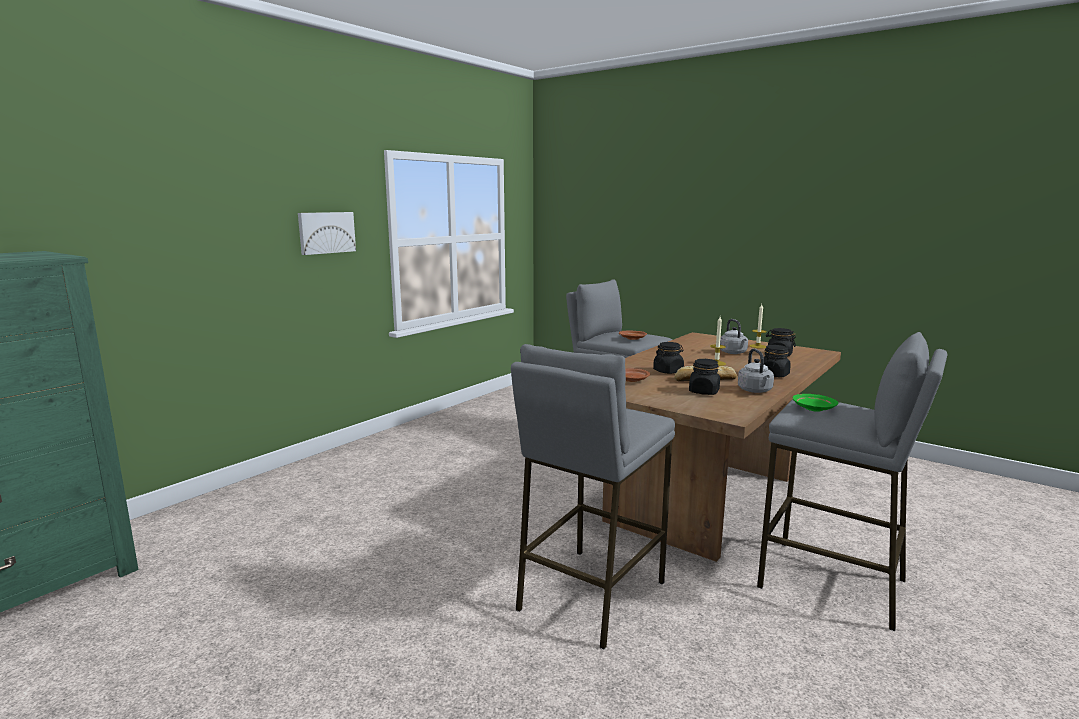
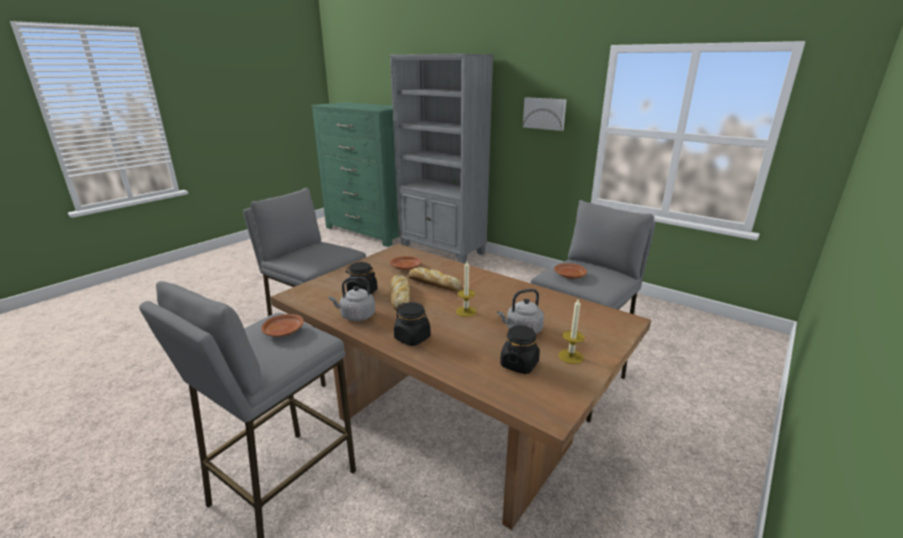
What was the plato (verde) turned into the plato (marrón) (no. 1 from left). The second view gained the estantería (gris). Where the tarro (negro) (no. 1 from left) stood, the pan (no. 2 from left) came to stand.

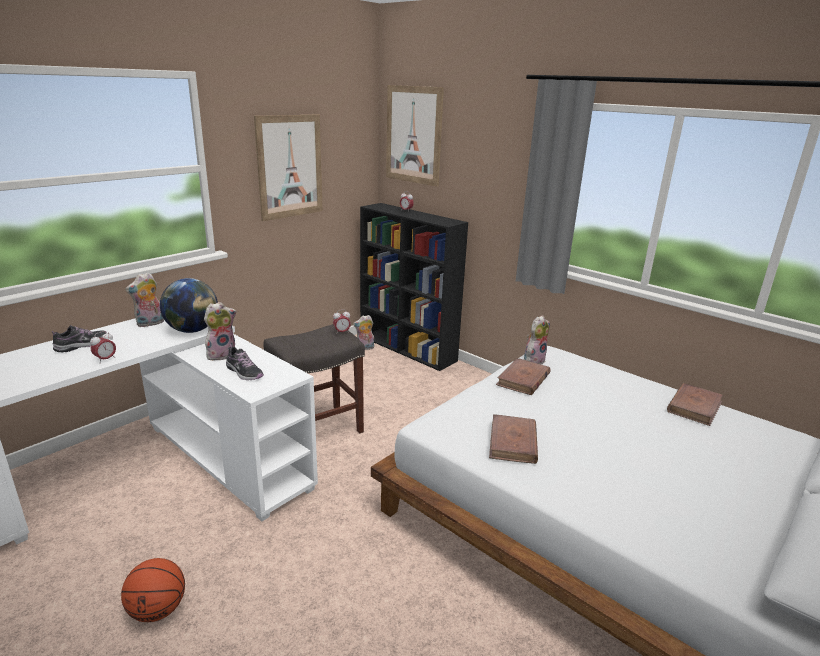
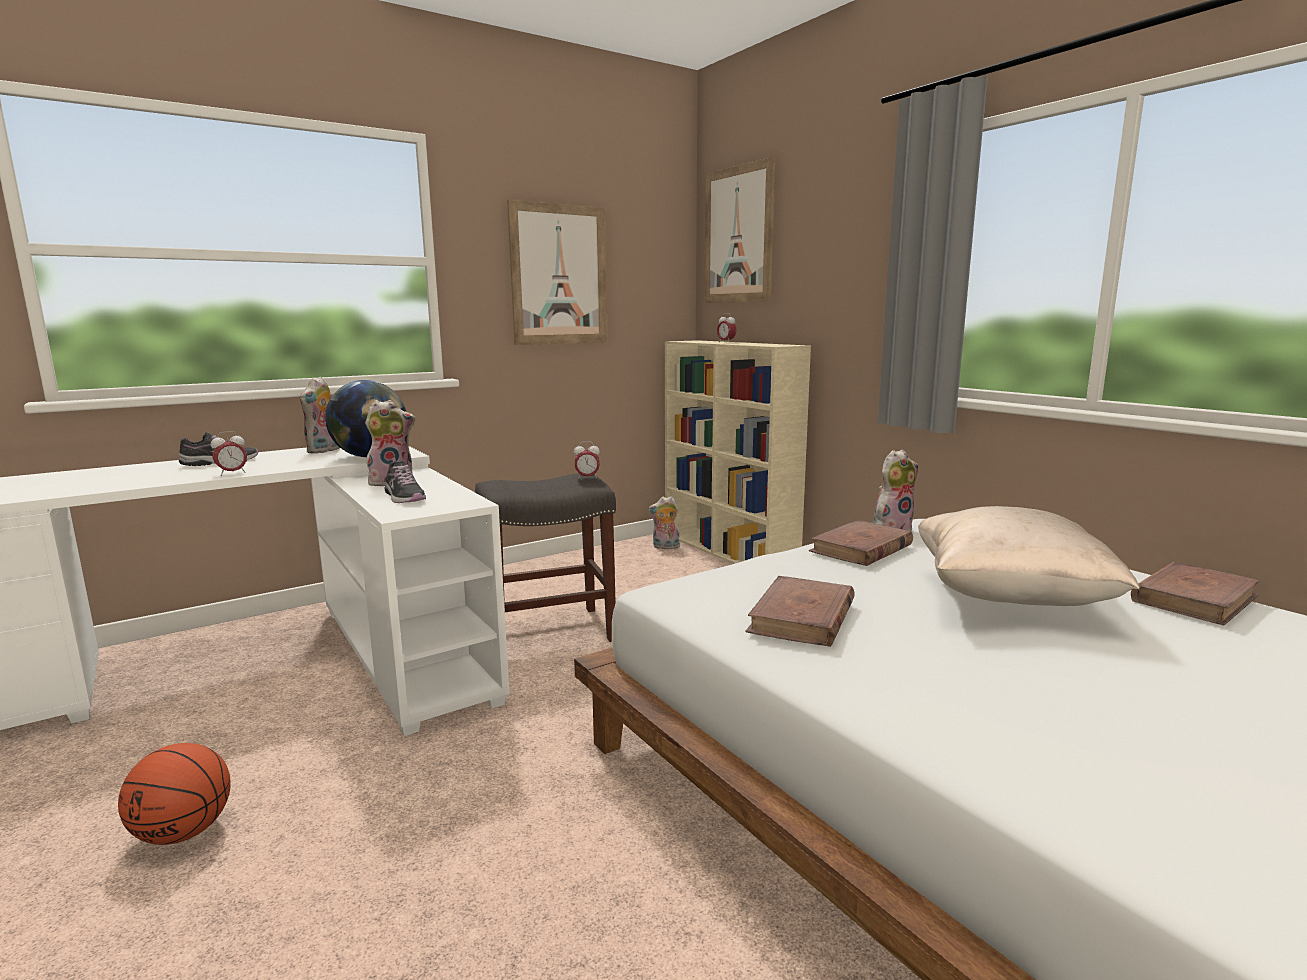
The peluche (no. 1 from left) ended up facing another way, 45 degrees counterclockwise from before. What was the estantería (negro) turned into the estantería (beis). The second view gained the cojín (beis).

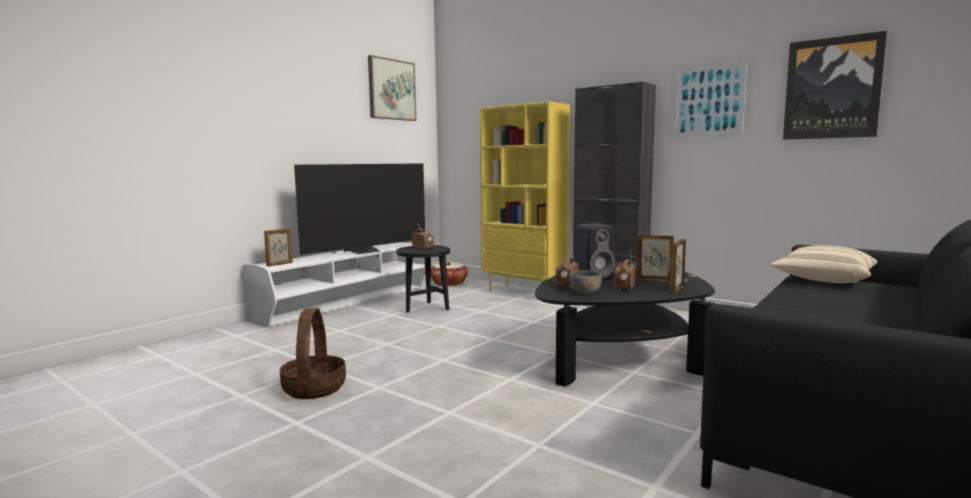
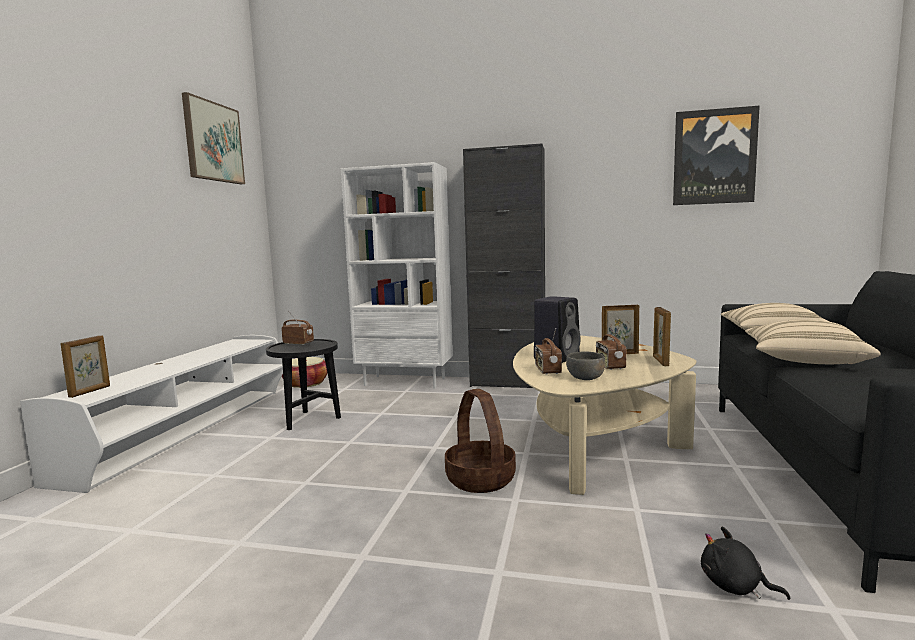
What was the estantería (amarillo) turned into the estantería (blanco). The cesta (no. 1 from left in the first image) ended up elsewhere. What was the mesa de centro (negro) turned into the mesa de centro (beis). The second view gained the peluche (negro). The second view gained the cojín (beis) (no. 2 from left). The second view lost the televisor. The second view lost the cuadro (no. 2 from left).

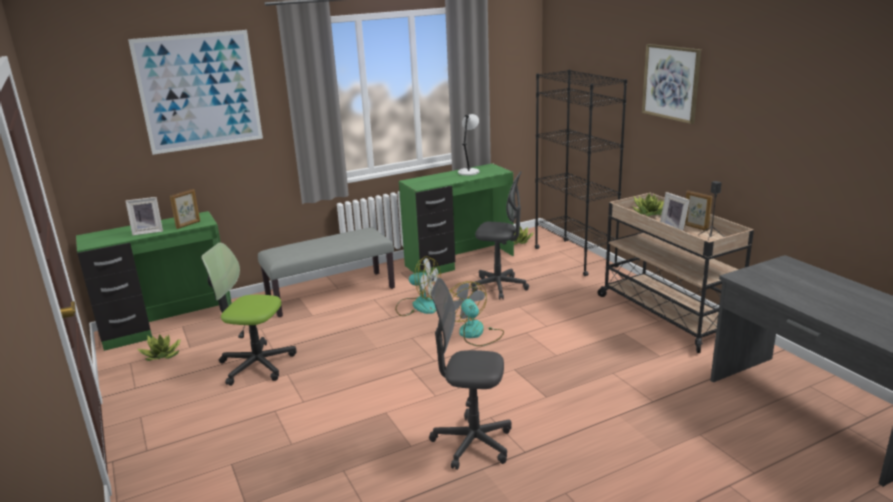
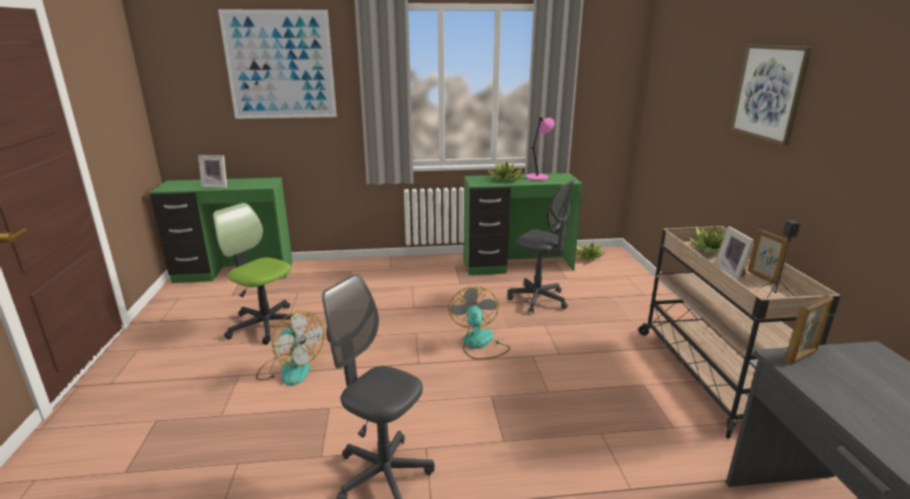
The ventilador (no. 1 from left) ended up elsewhere. The planta en maceta (no. 1 from left) ended up elsewhere. What was the lámpara de mesa (gris) turned into the lámpara de mesa (rosa). The portarretratos (no. 2 from left in the first image) ended up elsewhere. The second view lost the banco (gris). The second view lost the estantería (negro).

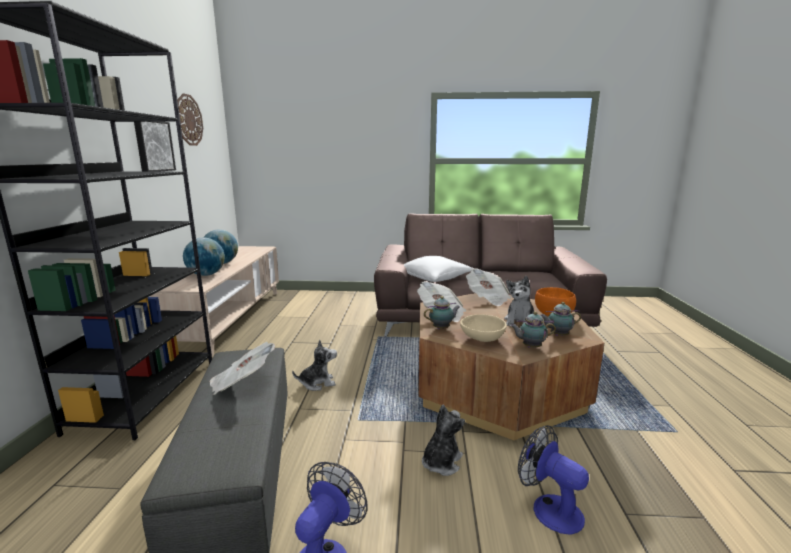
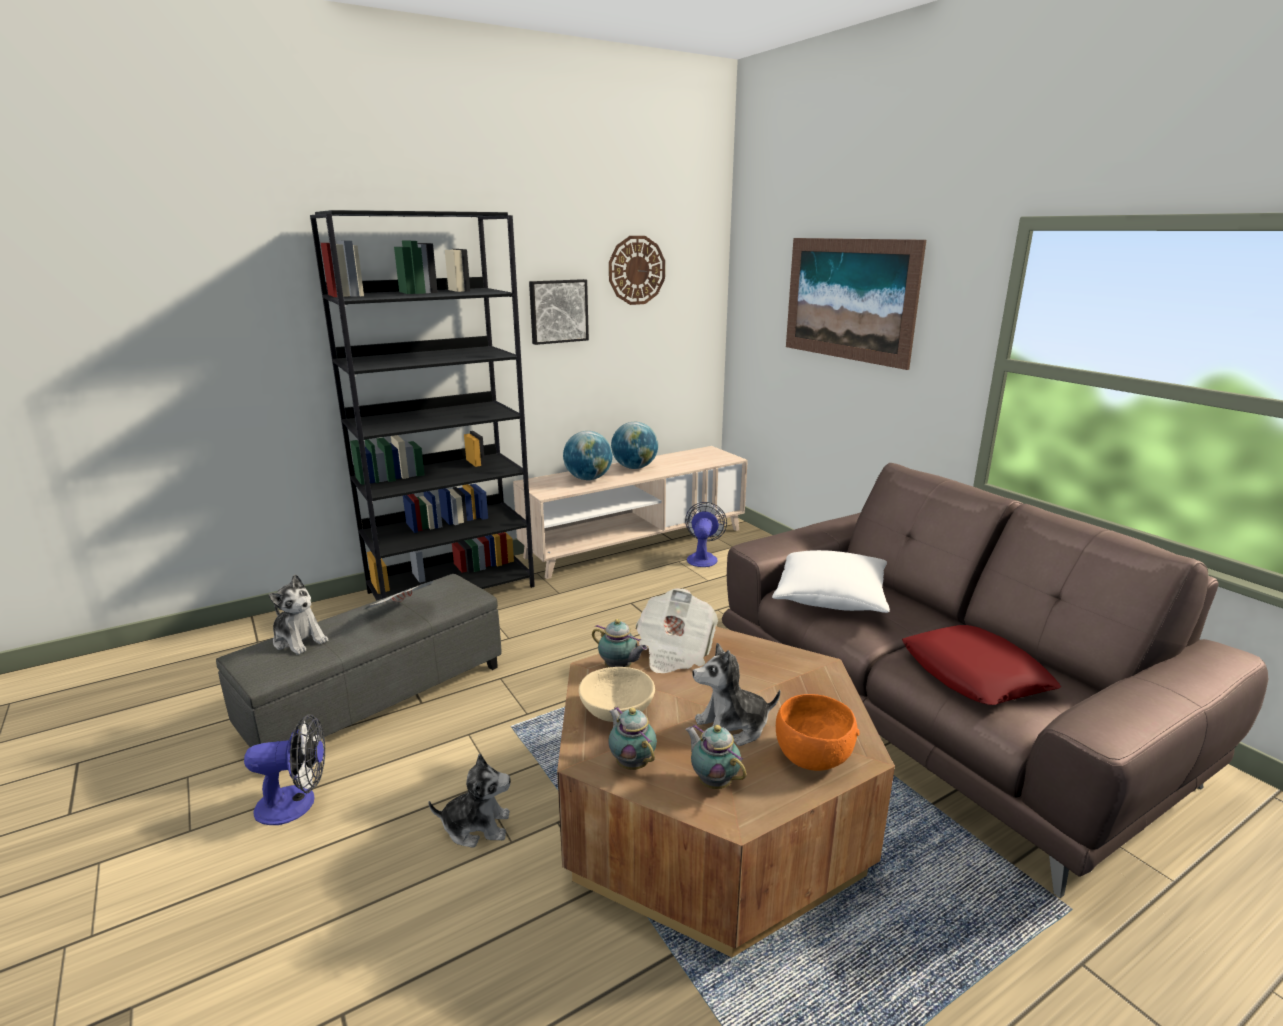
The peluche (no. 1 from left) ended up elsewhere. The ventilador (no. 2 from left) ended up elsewhere. The second view gained the cuadro (no. 2 from left). The second view gained the cojín (rojo). The second view lost the periódico (no. 3 from left).

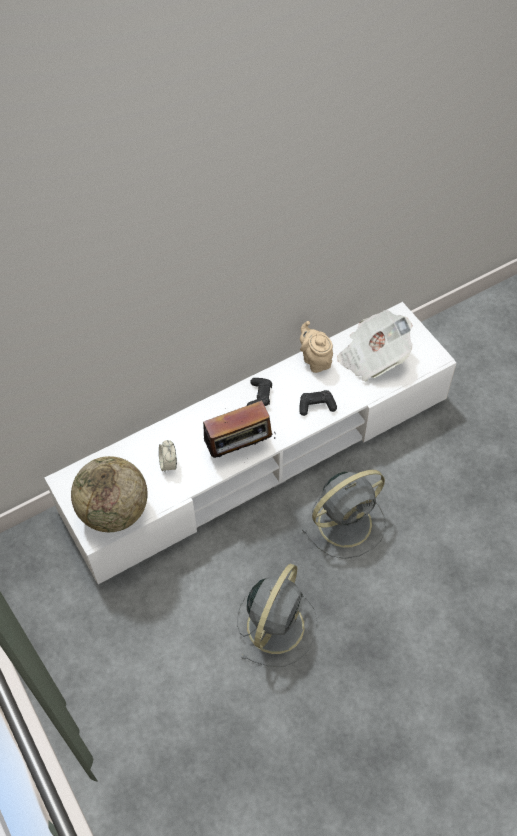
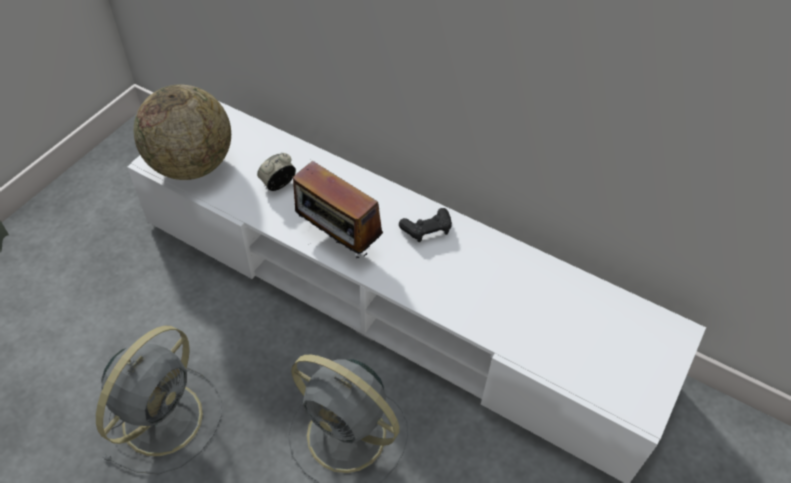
The ventilador (gris) (no. 1 from left) ended up facing another way, 60 degrees counterclockwise from before. The second view lost the mando de consola (negro) (no. 2 from left). The second view lost the tetera (beis). The second view lost the periódico.

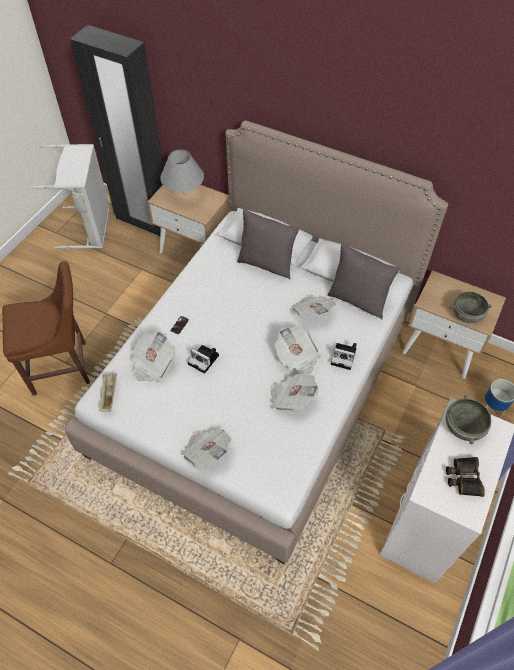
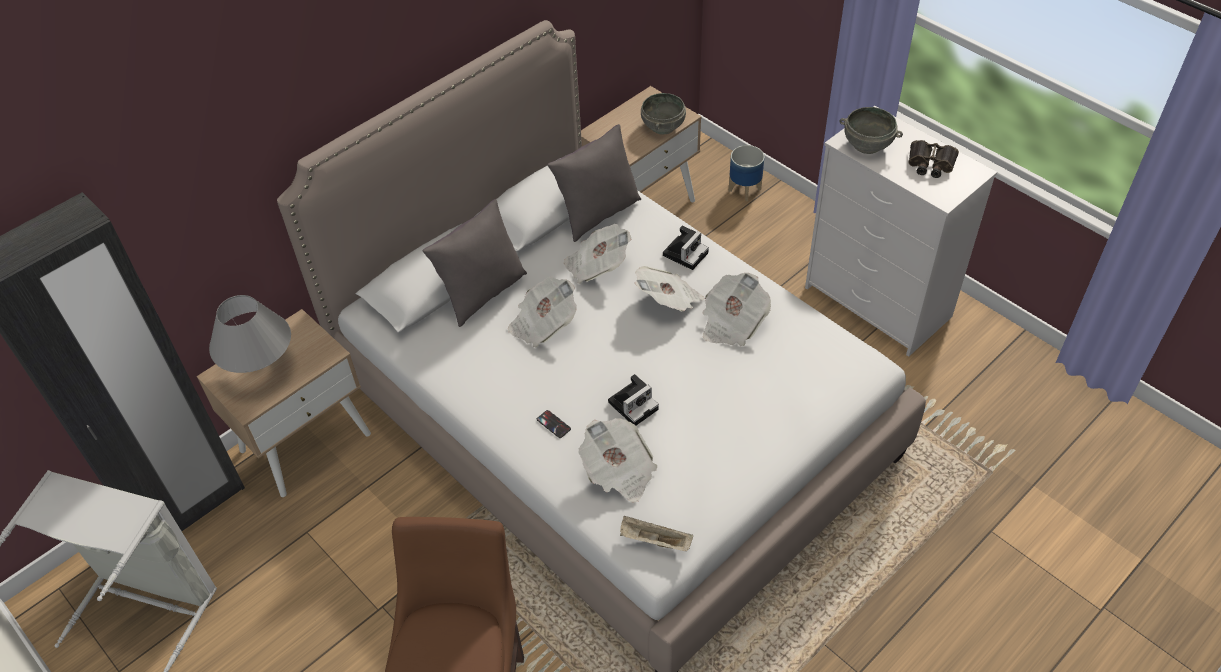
The periódico (no. 2 from left in the first image) ended up elsewhere.

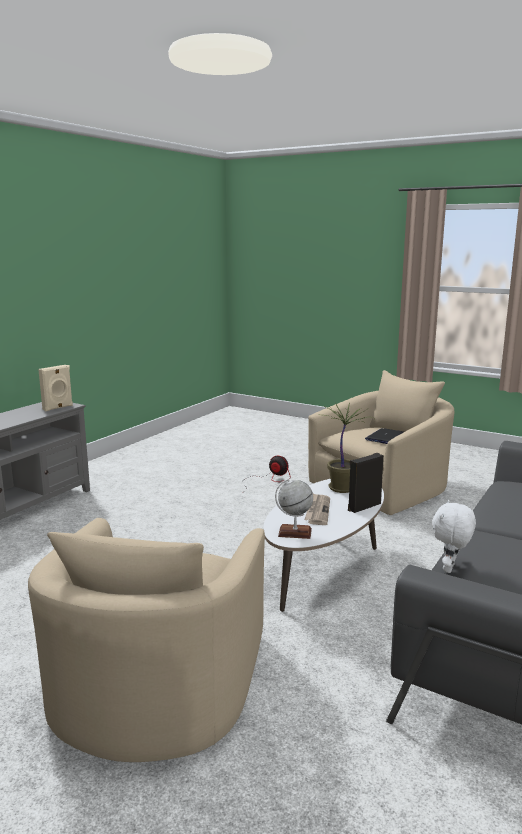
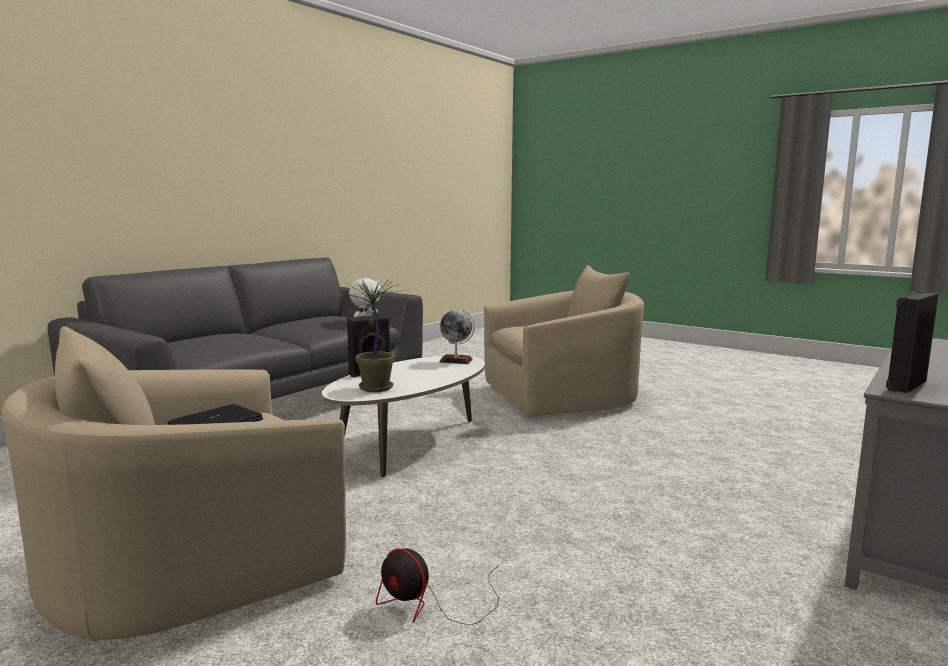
The sillón (beis) (no. 1 from left in the first image) ended up facing another way, 60 degrees clockwise from before. What was the altavoz (beis) turned into the altavoz (negro) (no. 2 from left). The second view lost the periódico.

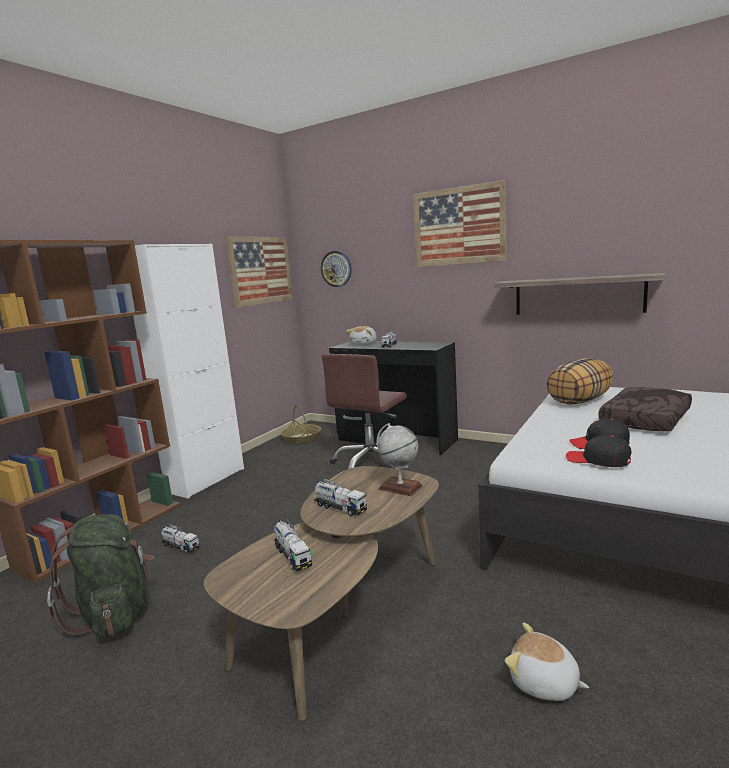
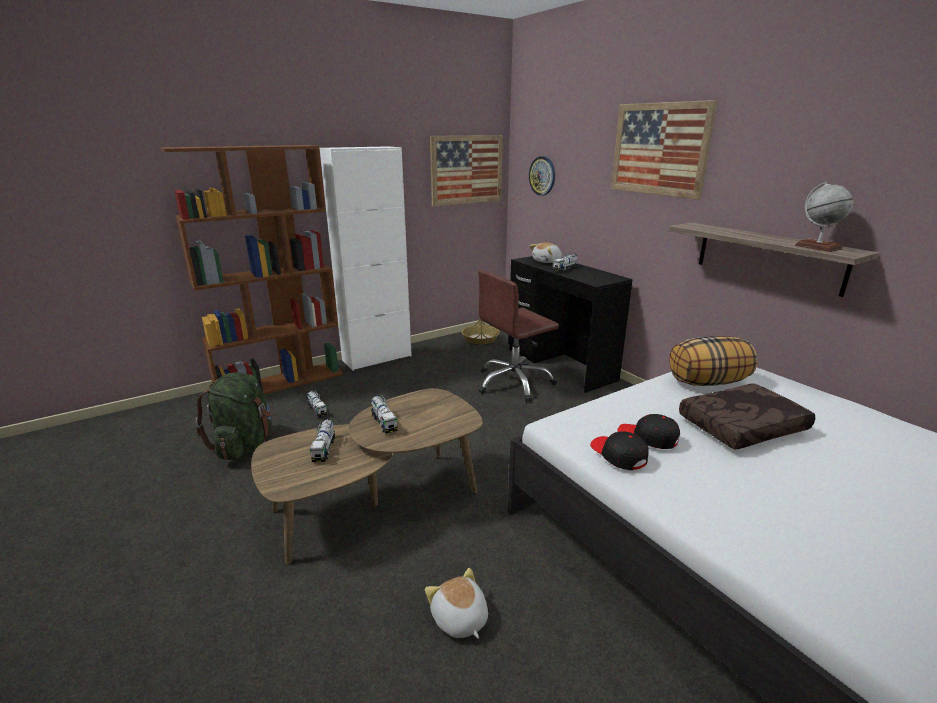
The globo terráqueo ended up elsewhere.

